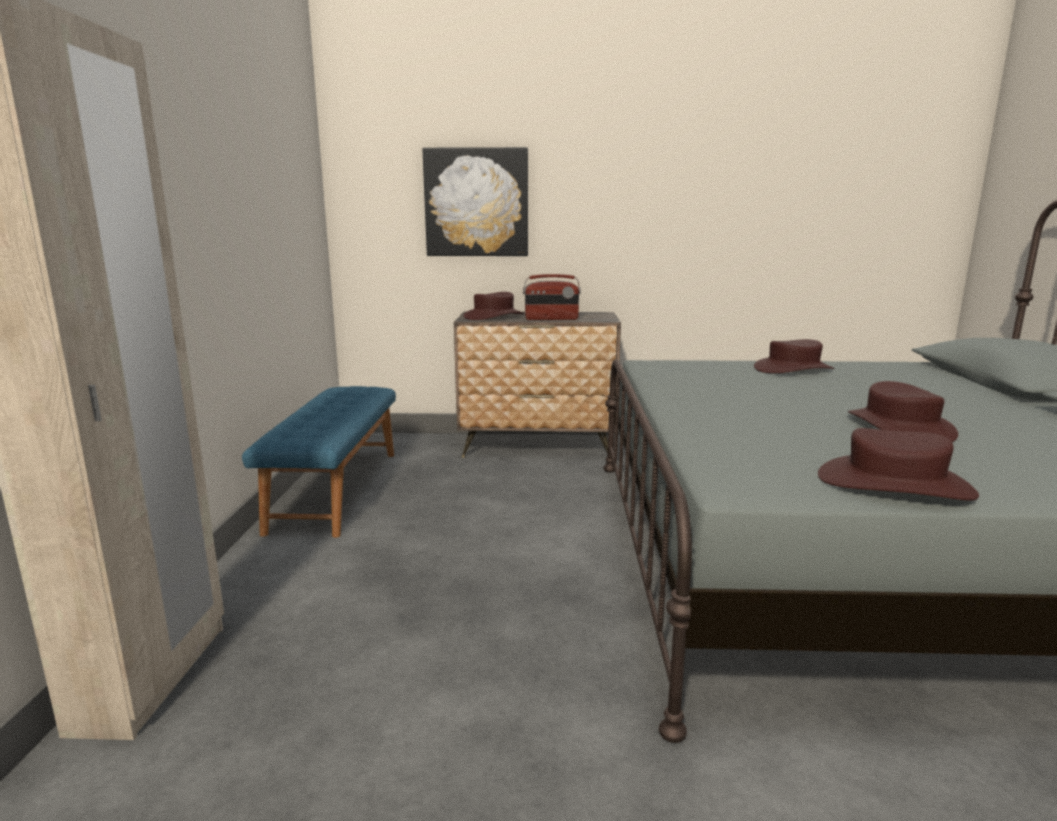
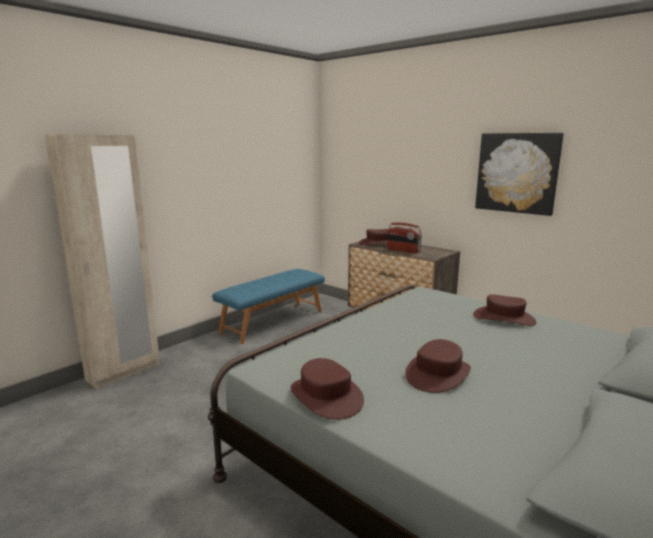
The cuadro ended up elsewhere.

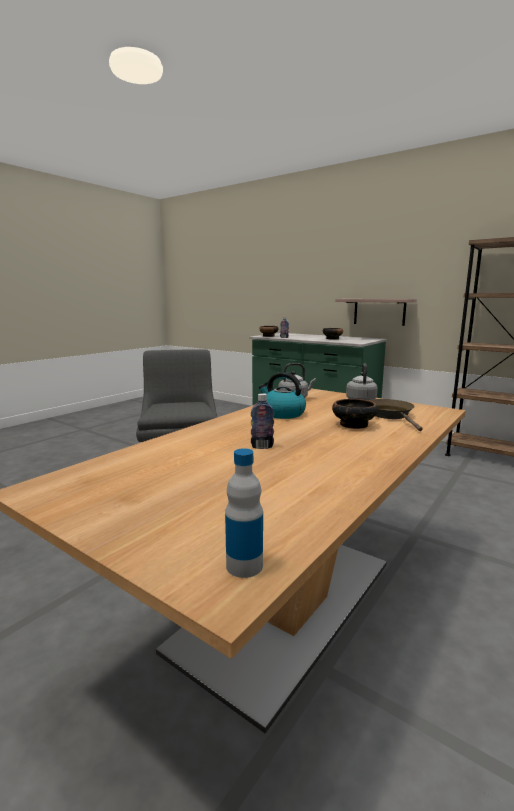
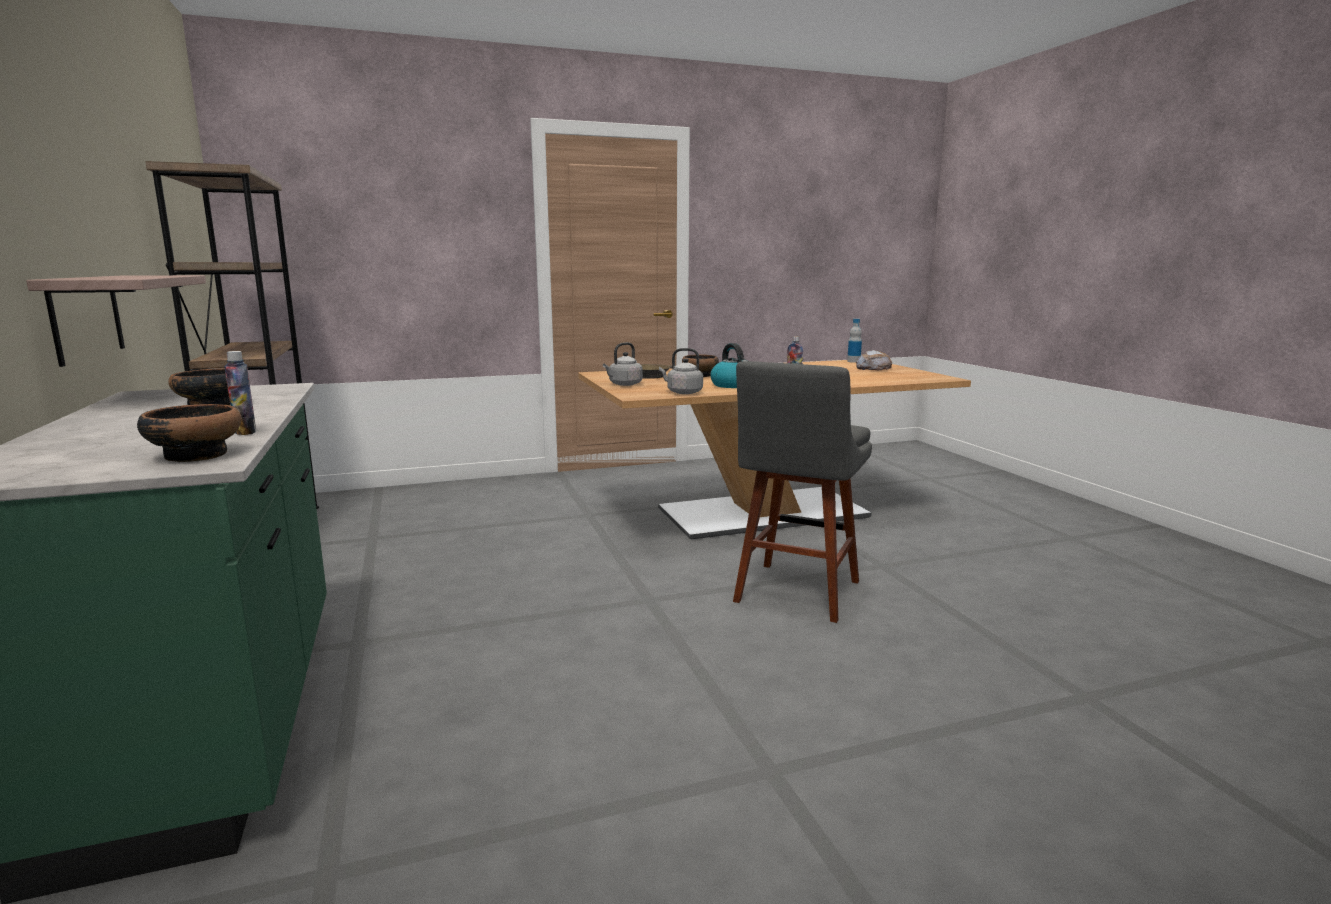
The second view gained the pan.

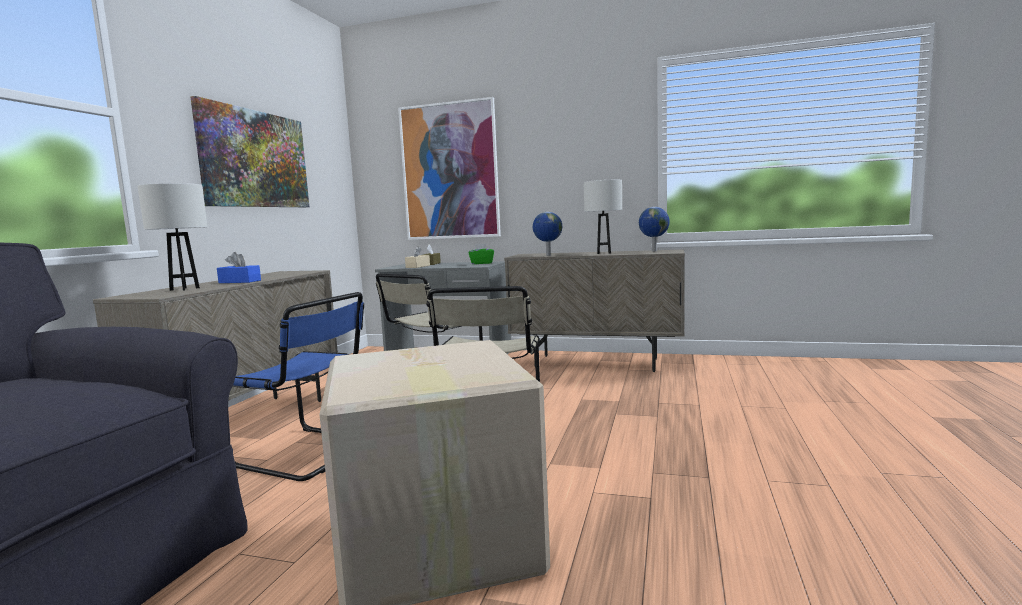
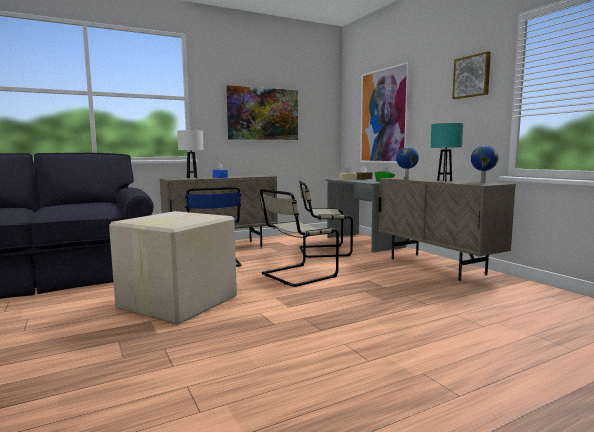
What was the lámpara de mesa (blanco) (no. 2 from left) turned into the lámpara de mesa (turquesa). The second view gained the cuadro (no. 3 from left).

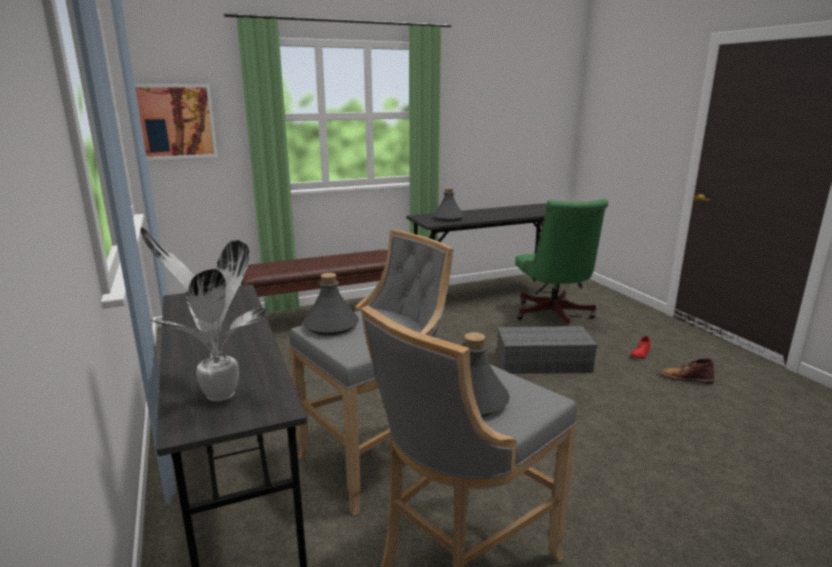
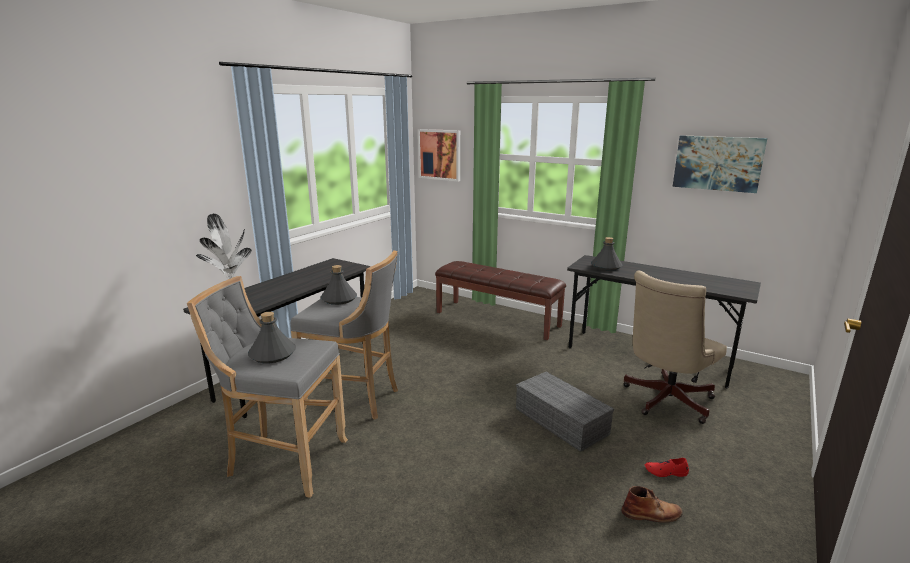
The bota (marrón) ended up facing another way, 105 degrees clockwise from before. What was the silla de oficina (verde) turned into the silla de oficina (beis). The second view gained the cuadro (no. 2 from left).

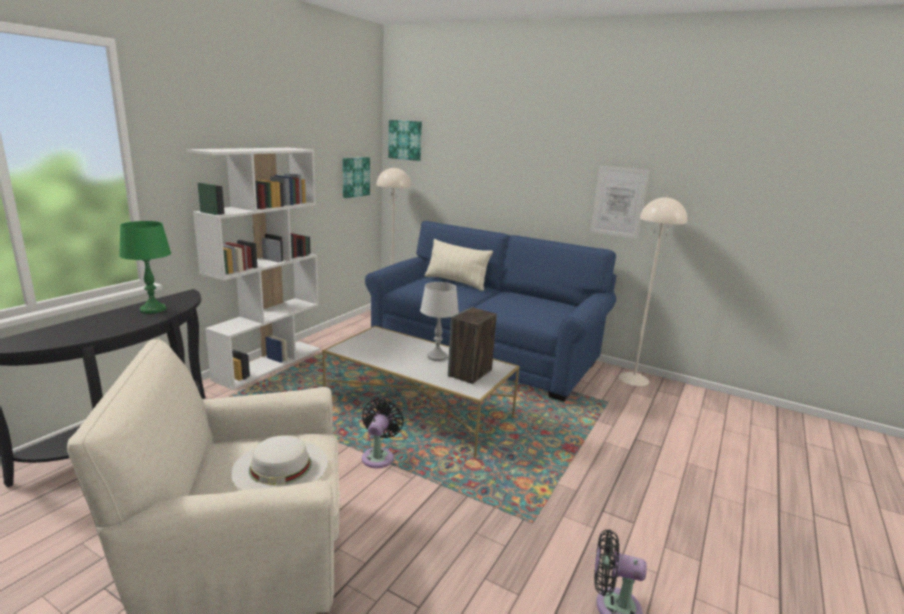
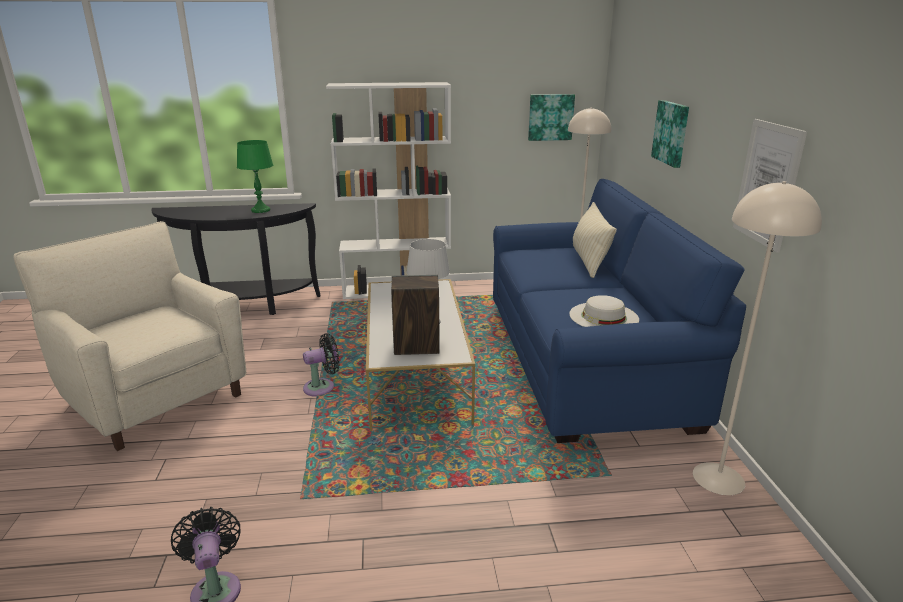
The sombrero (blanco) ended up elsewhere. The cuadro (no. 2 from left) ended up elsewhere.

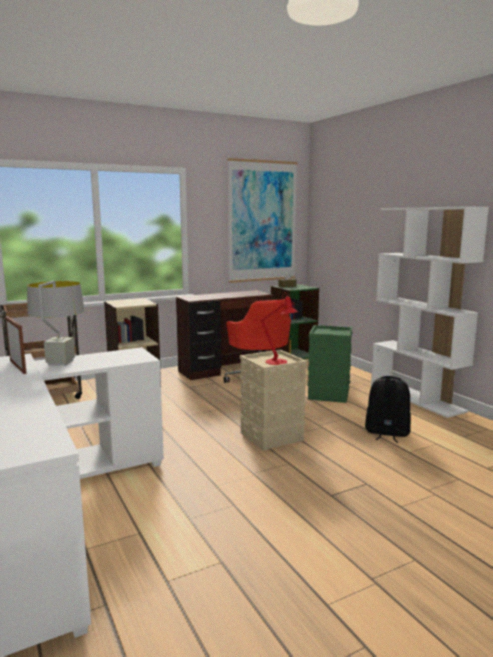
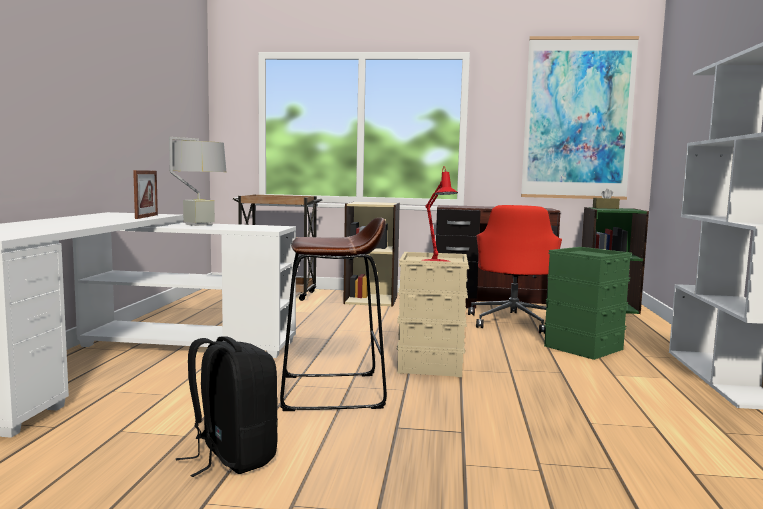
The mochila (negro) ended up elsewhere. The second view gained the taburete (marrón).

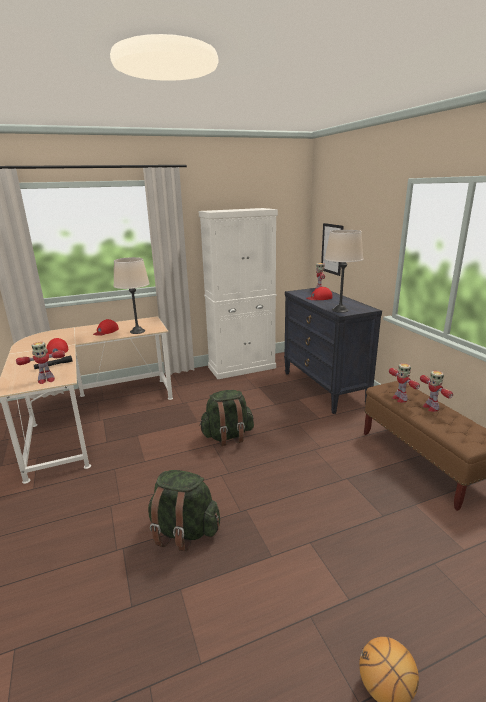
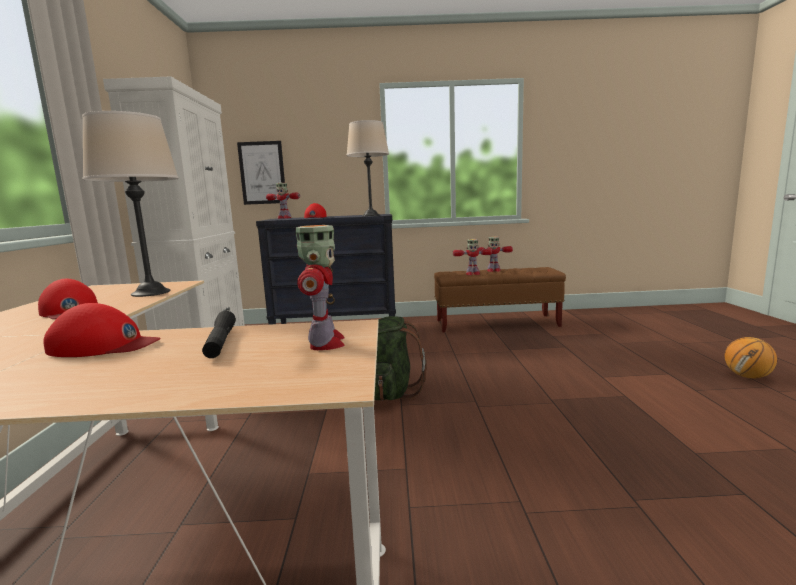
The second view lost the mochila (verde) (no. 1 from left).

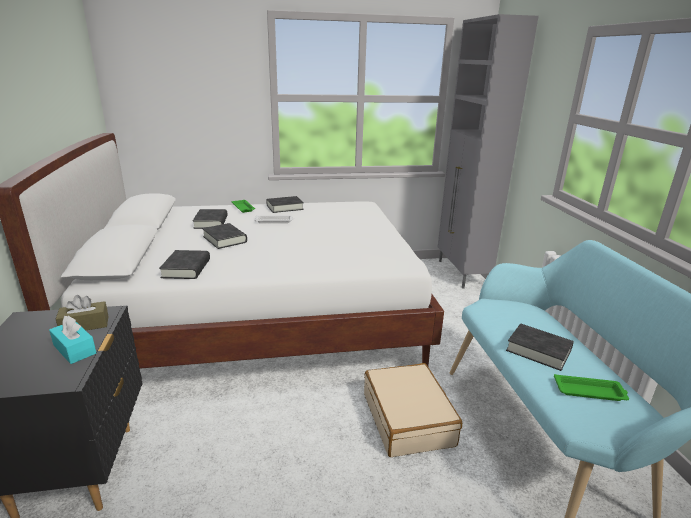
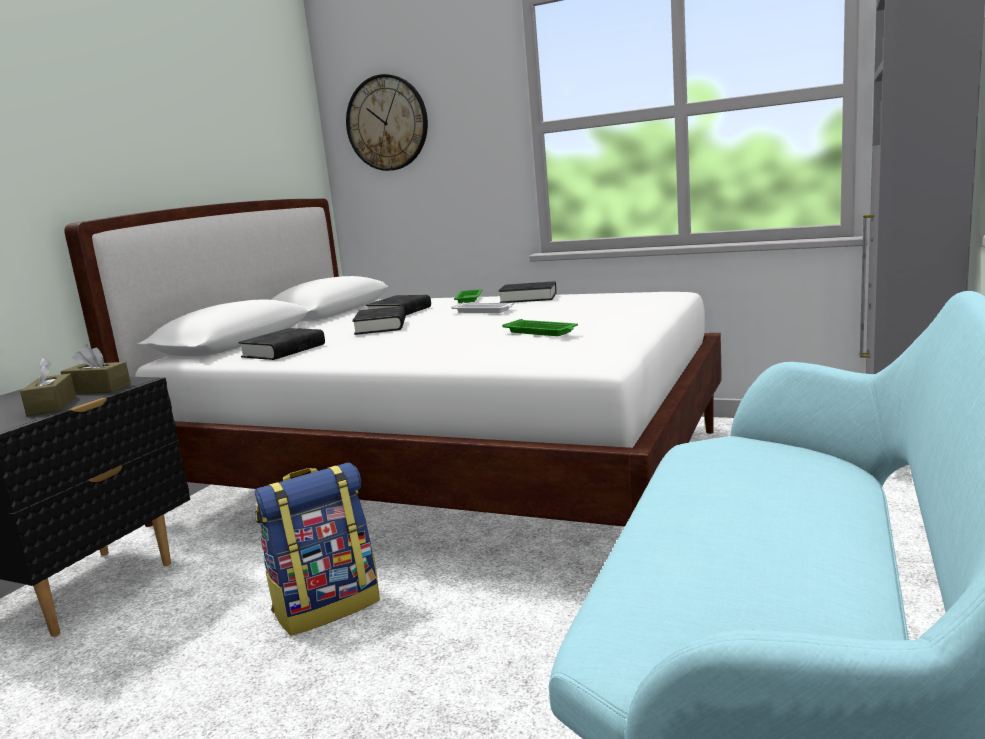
What was the caja de pañuelos (turquesa) turned into the caja de pañuelos (marrón) (no. 1 from left). The second view gained the mochila. The second view gained the reloj de pared. The bandeja (verde) (no. 2 from left) ended up elsewhere. The second view lost the maleta (beis). The second view lost the libro (negro) (no. 5 from left).

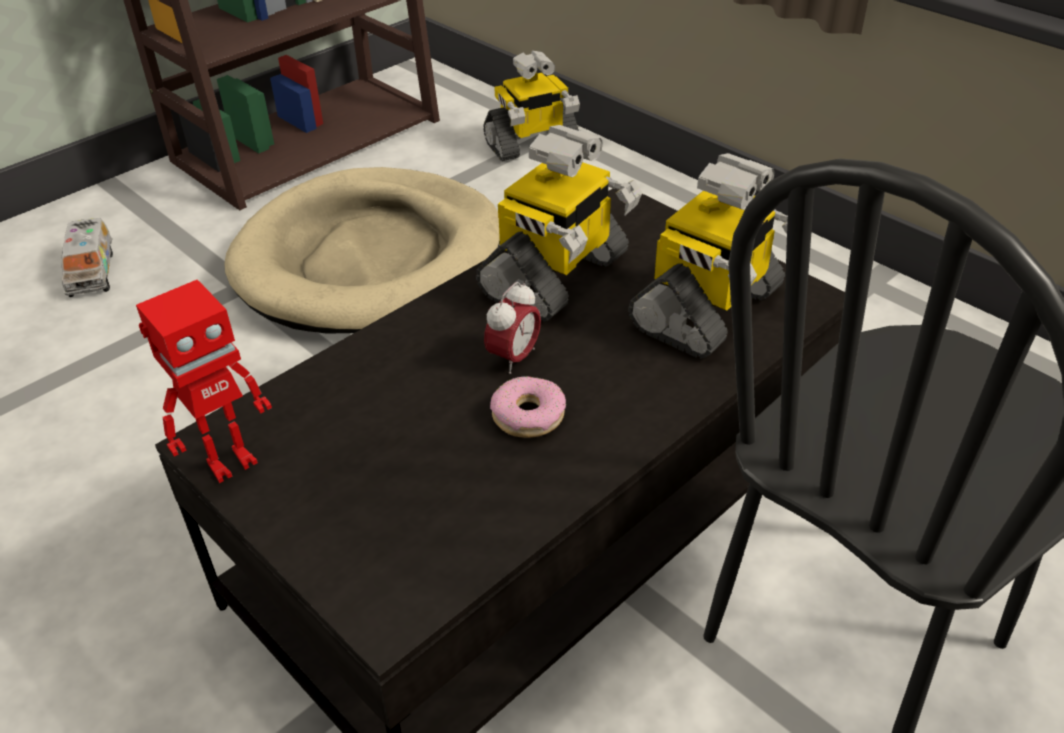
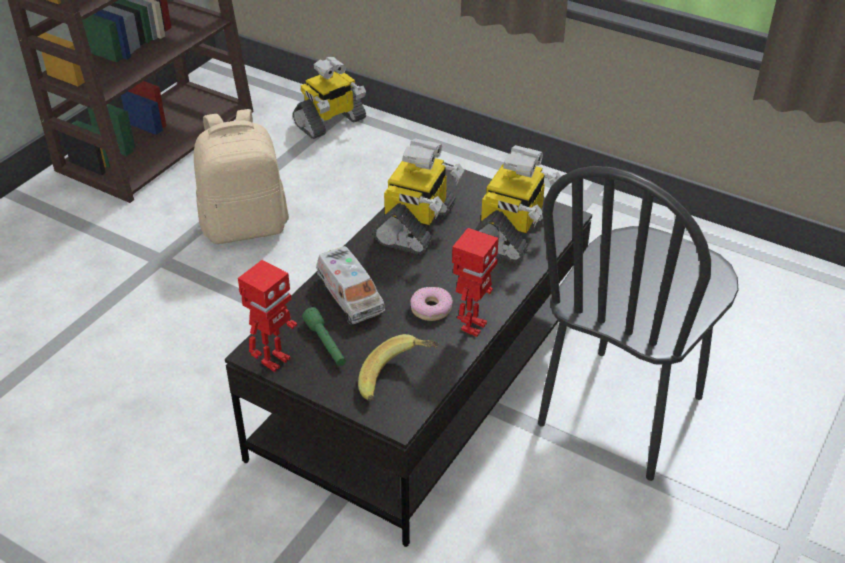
Where the cama para perro (beis) stood, the mochila (beis) came to stand. The second view gained the linterna (verde). The camión de juguete ended up elsewhere. The second view gained the plátano. The second view gained the robot de juguete (no. 4 from left). The second view lost the despertador.

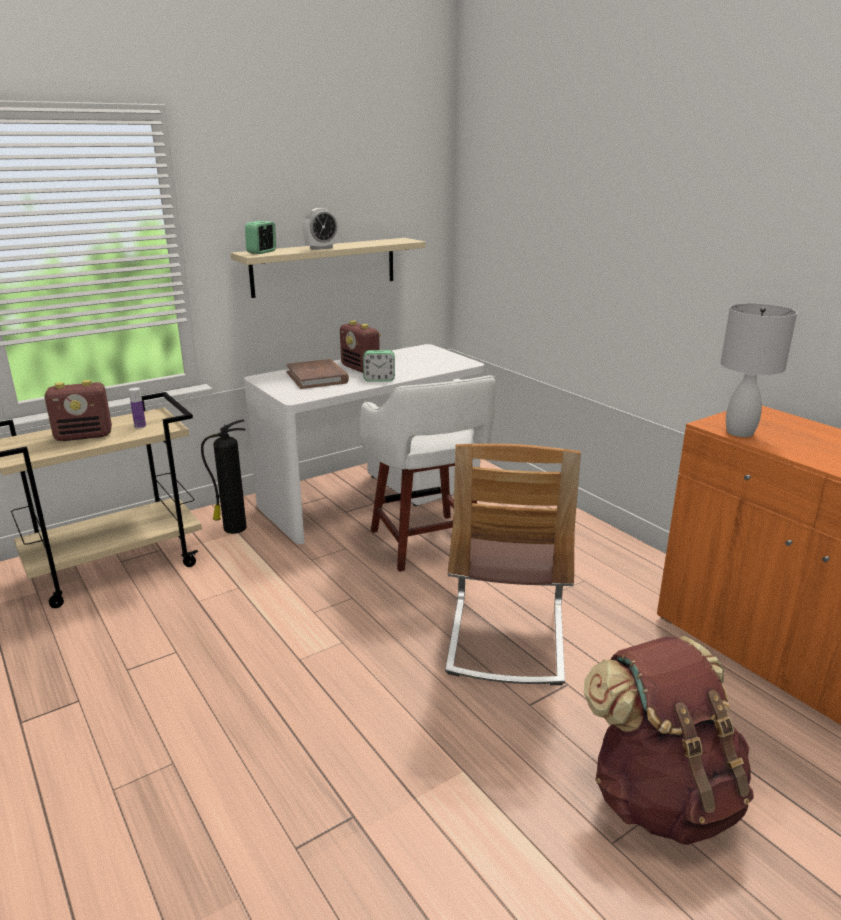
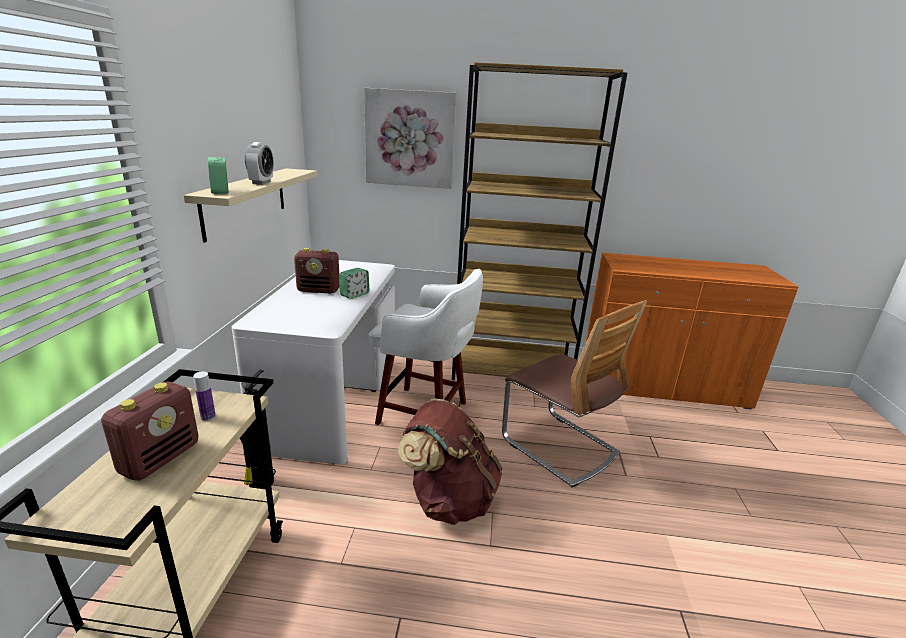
The second view gained the cuadro. The mochila (marrón) ended up elsewhere. The second view gained the estantería (marrón). The second view lost the libro (marrón). The second view lost the lámpara de mesa (blanco).

